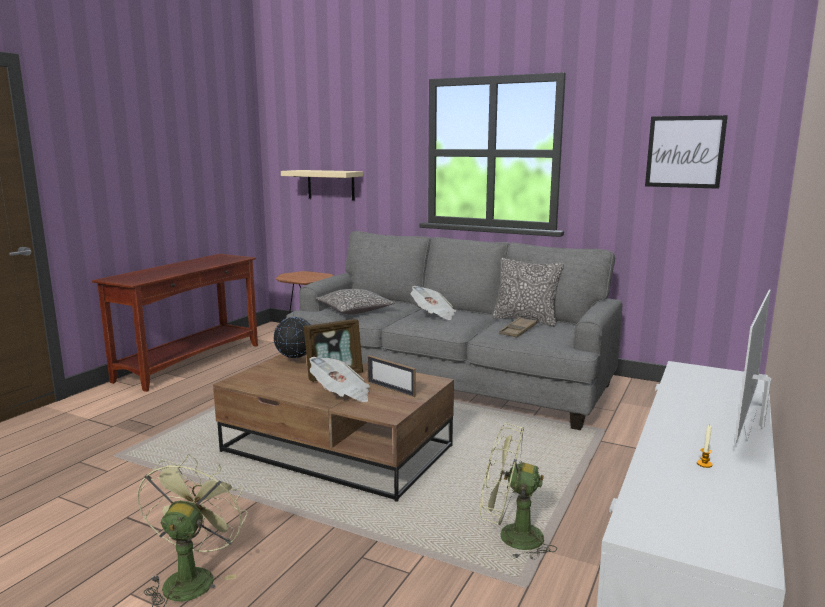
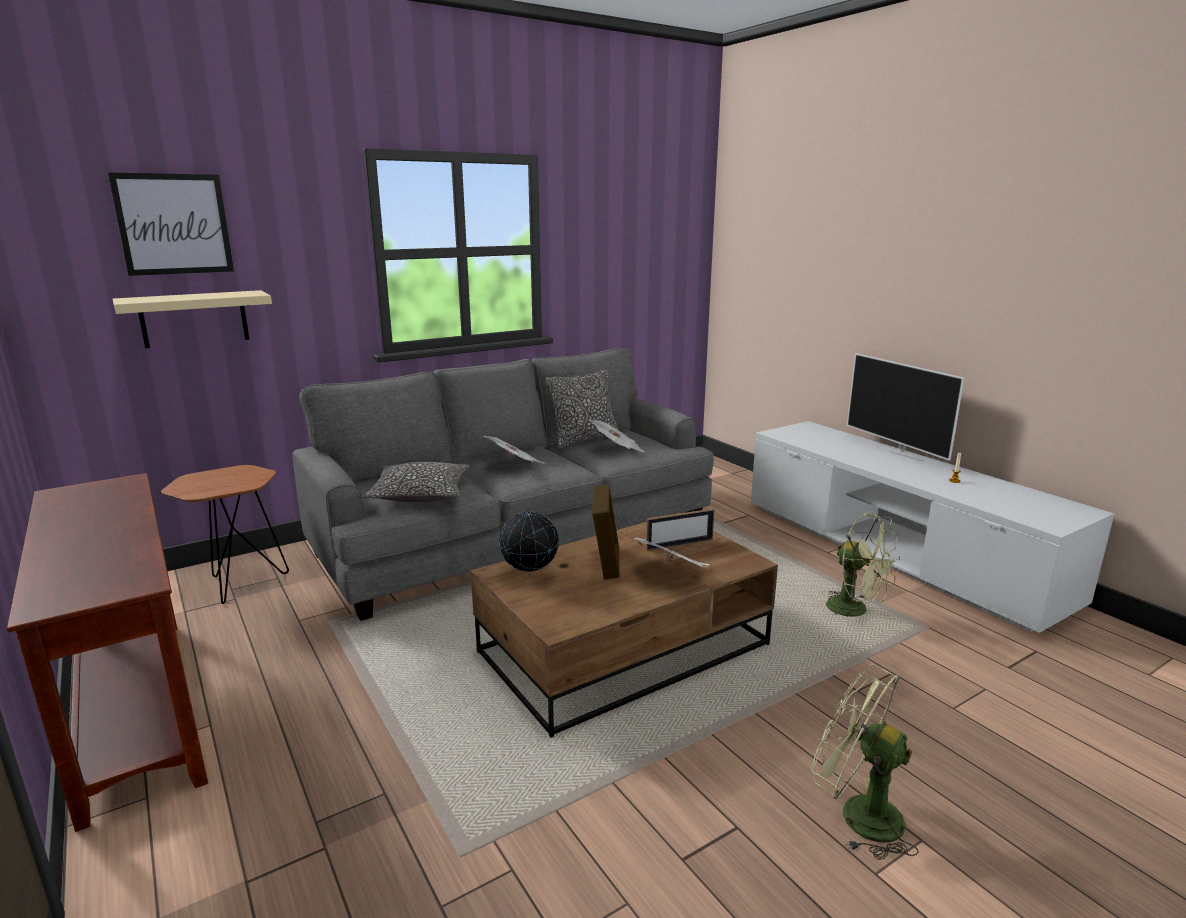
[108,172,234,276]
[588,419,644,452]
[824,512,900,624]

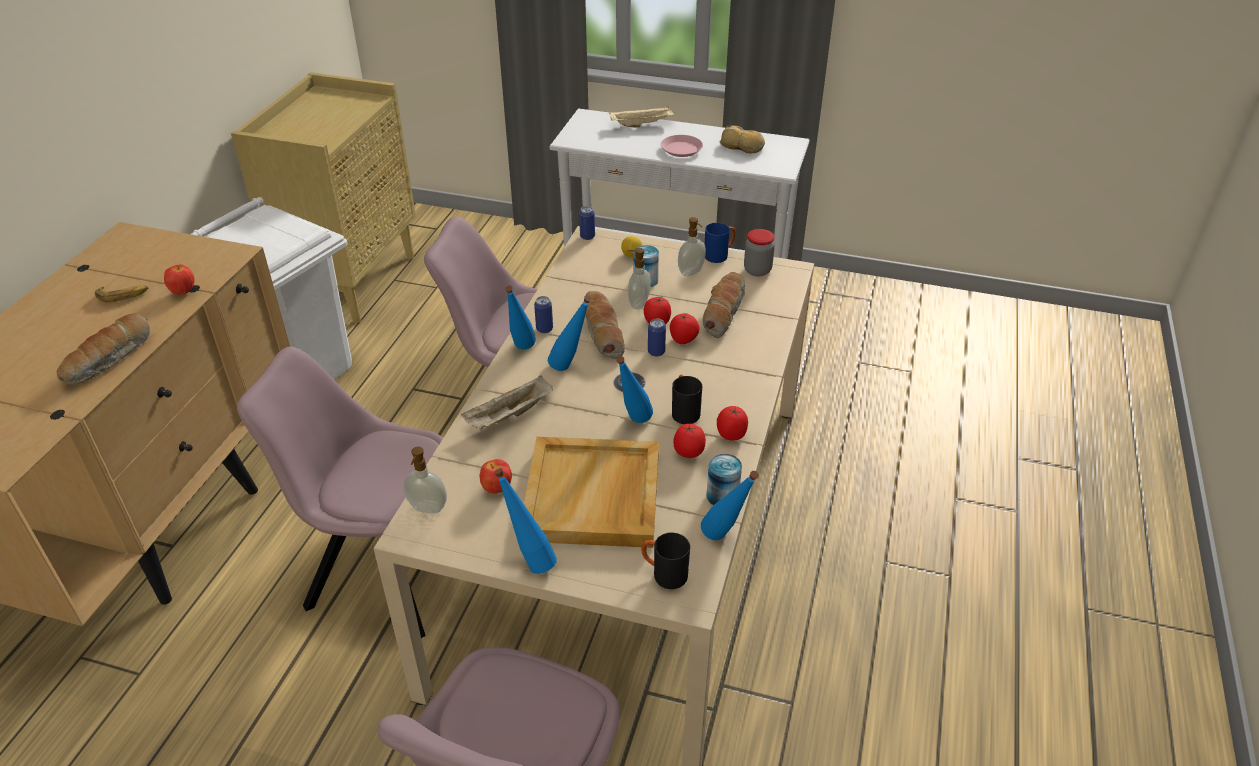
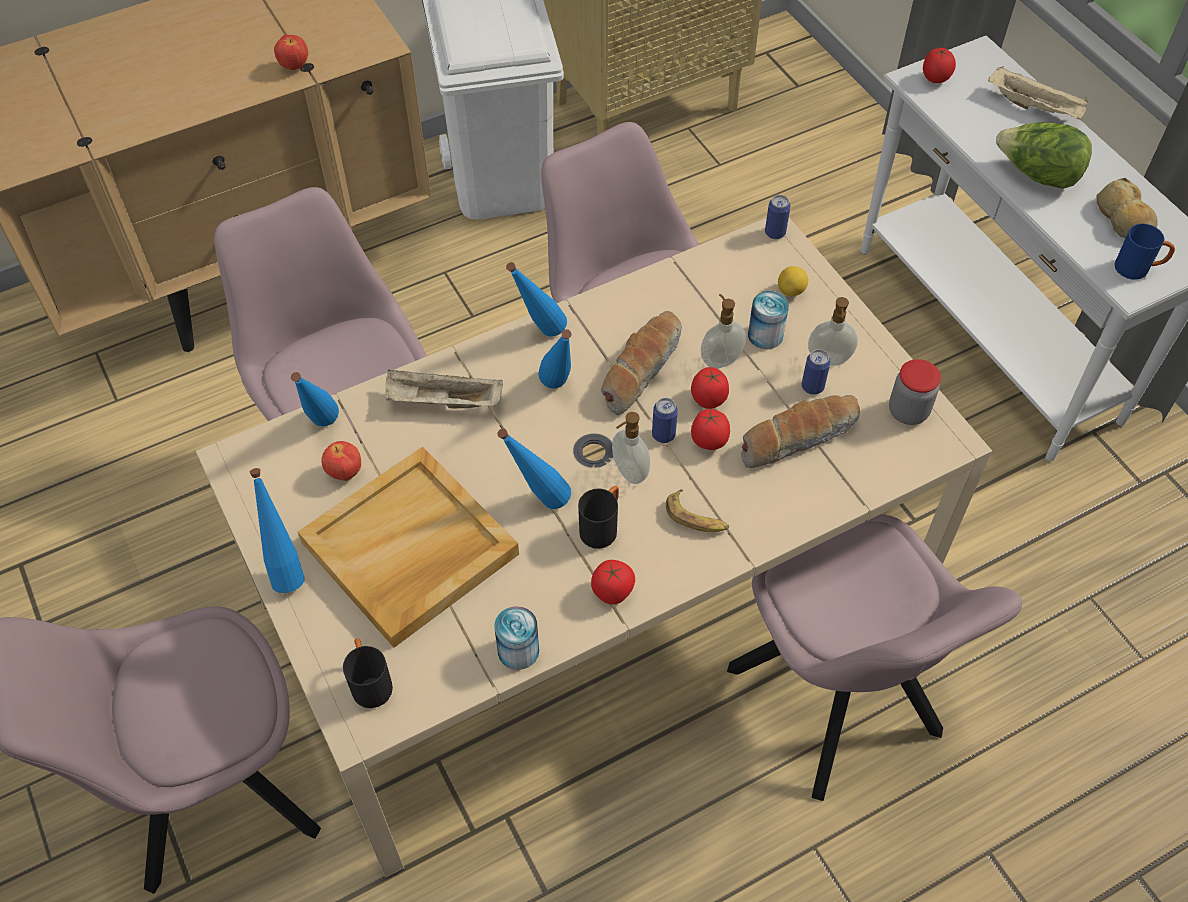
[291,372,339,426]
[612,412,650,484]
[666,489,729,532]
[727,515,1022,801]
[802,349,831,395]
[923,48,956,83]
[996,122,1092,189]
[1114,224,1175,280]
[57,313,150,385] (first image)

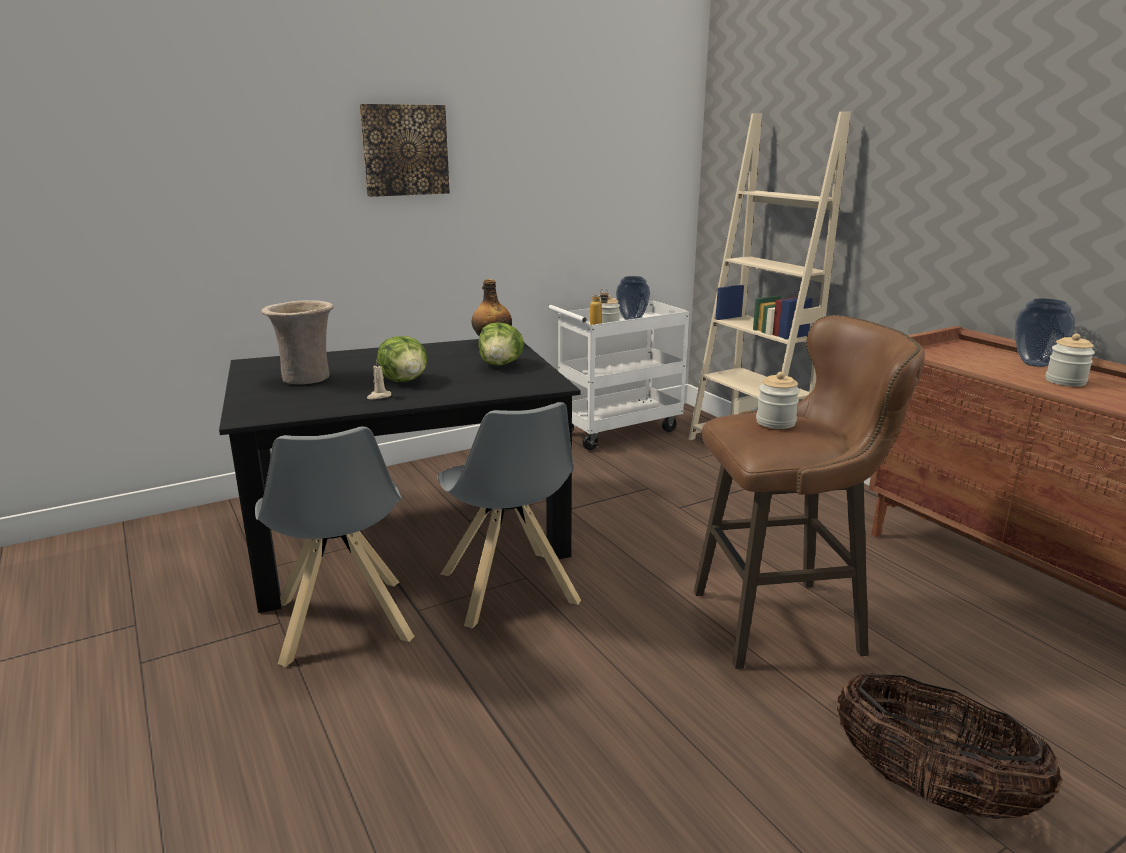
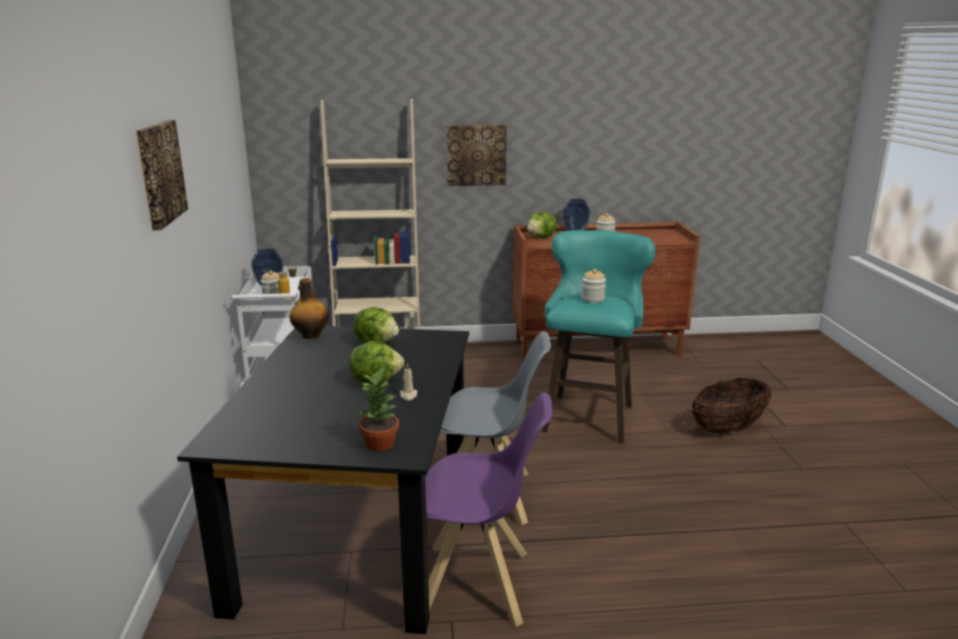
[359,367,399,451]
[425,392,553,627]
[447,125,507,186]
[527,212,557,238]
[542,230,656,444]
[261,300,334,384] (first image)

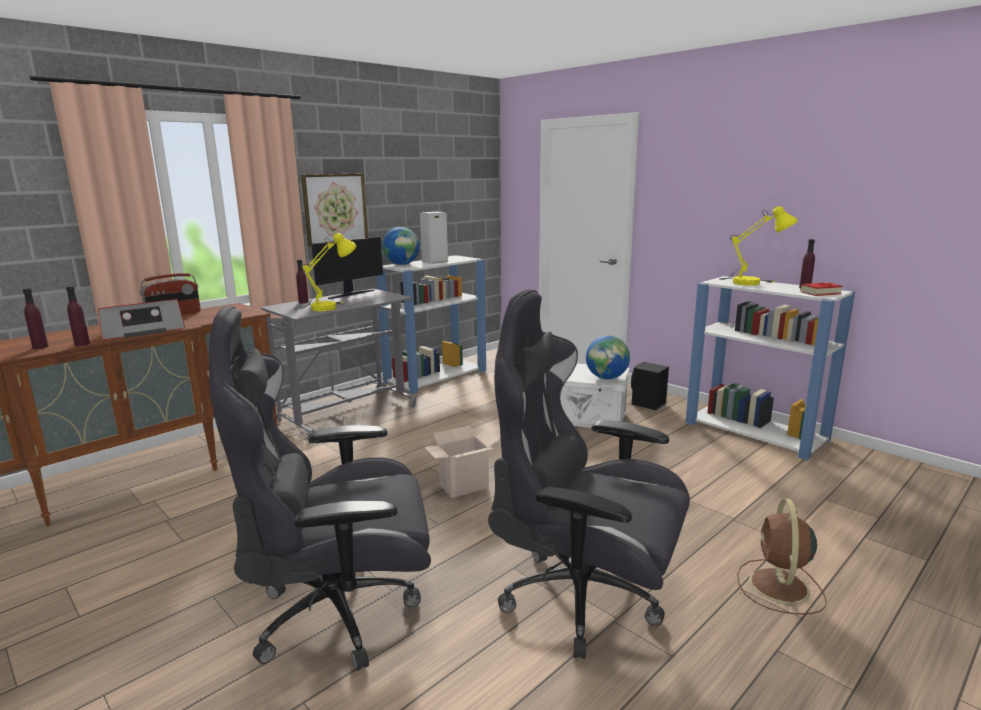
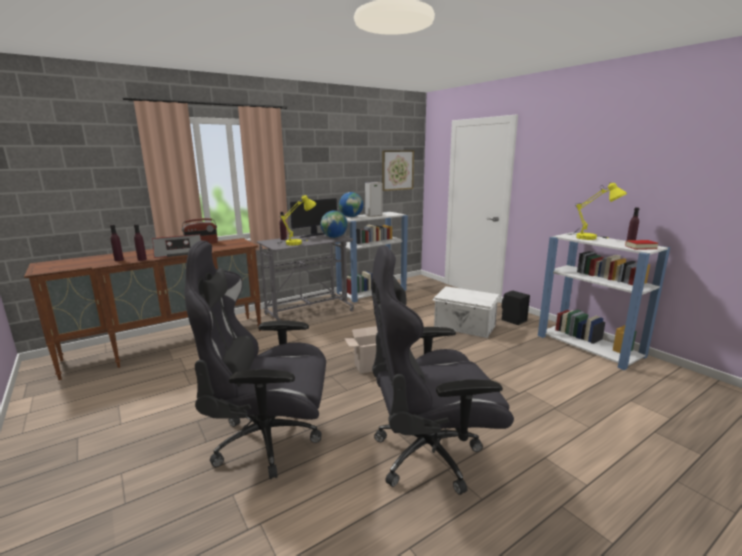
[320,210,348,238]
[371,245,514,495]
[382,150,414,191]
[737,498,827,615] (first image)

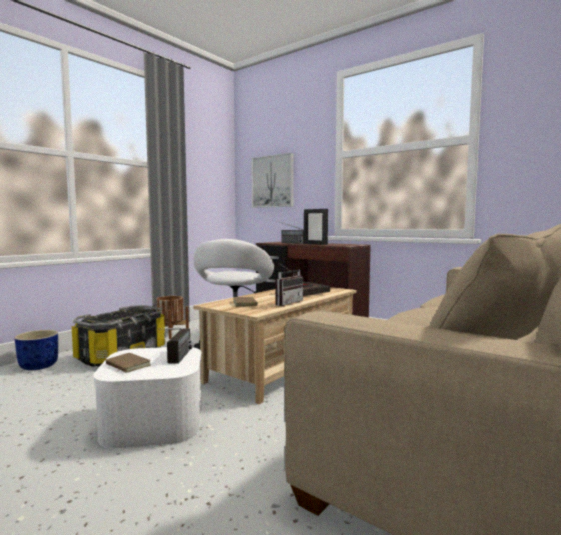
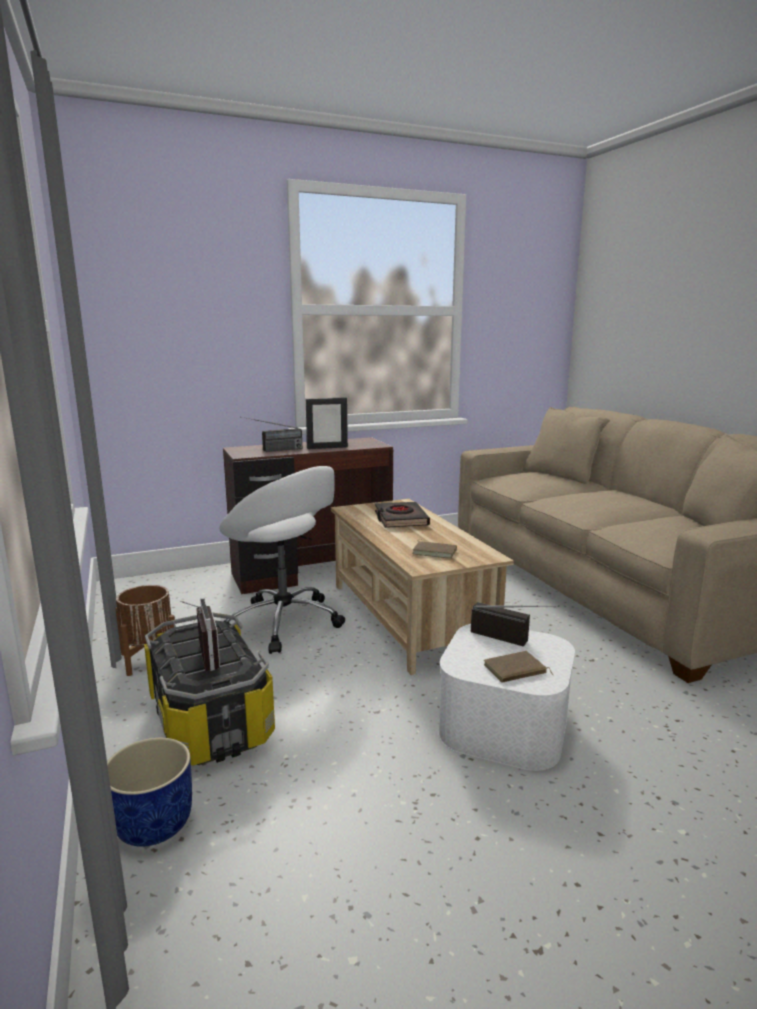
[180,598,220,671]
[251,153,294,208] (first image)

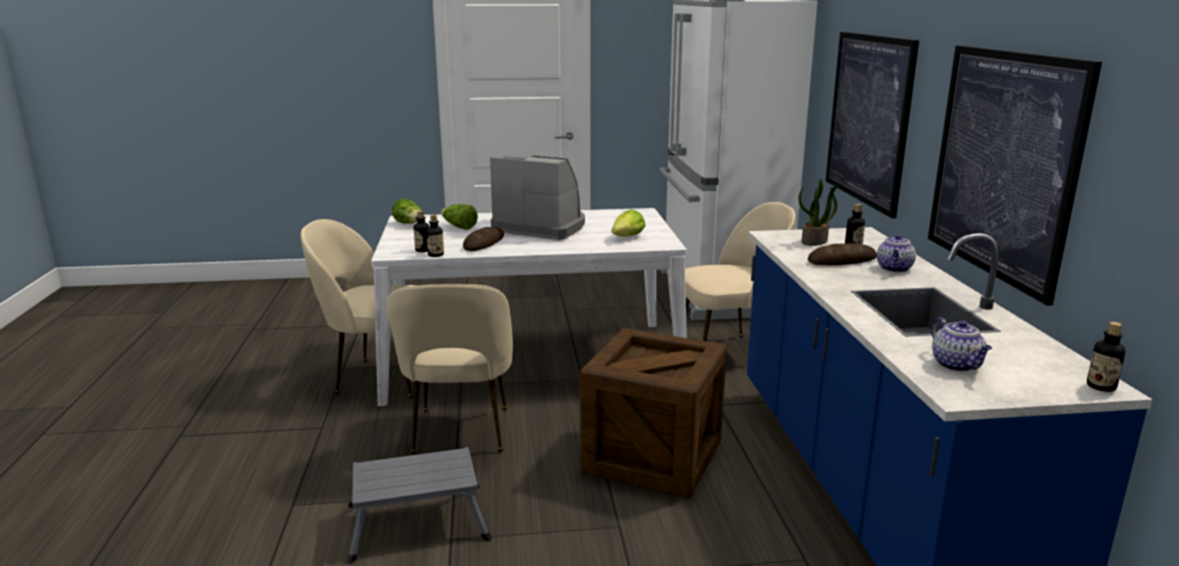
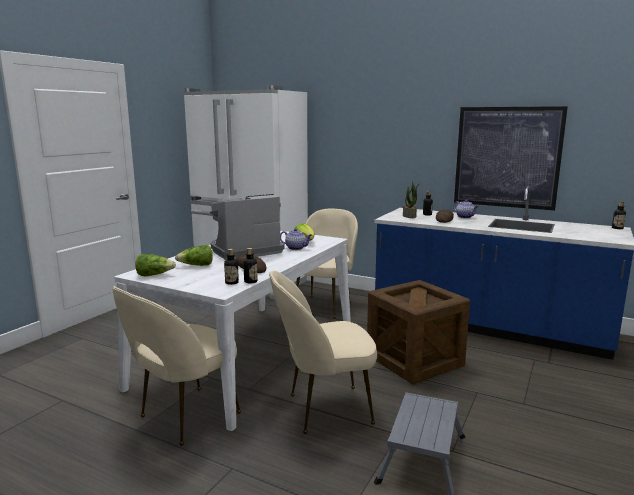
[269,271,377,434]
[280,228,312,250]
[826,32,919,218] (first image)

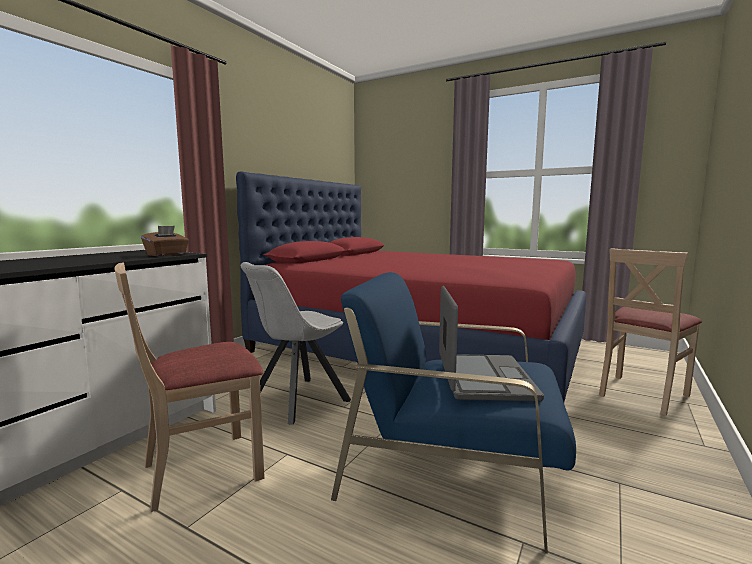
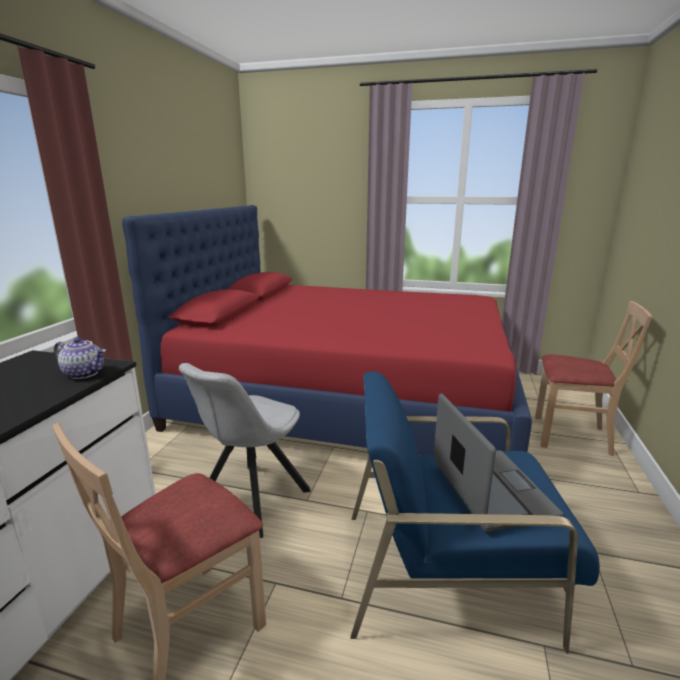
[54,337,106,379]
[535,301,652,456]

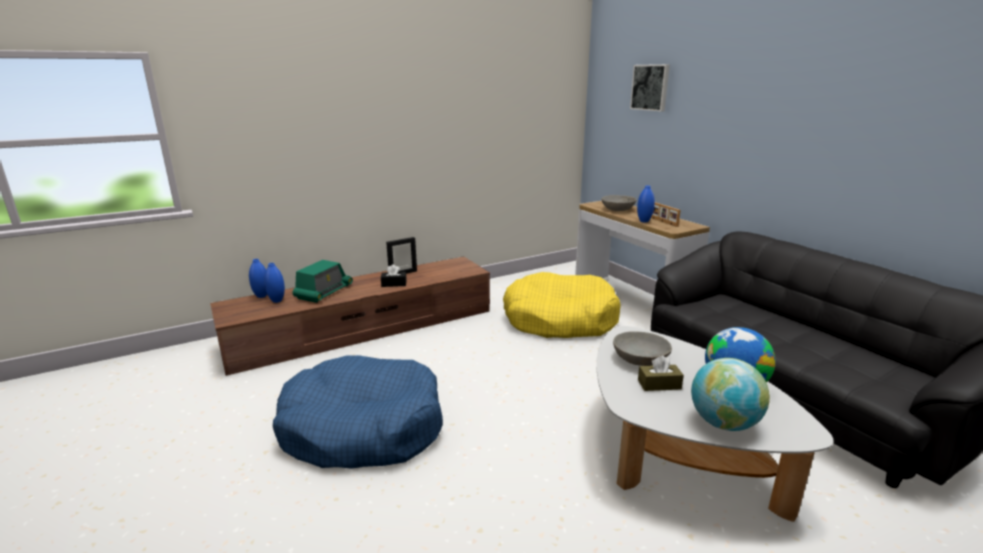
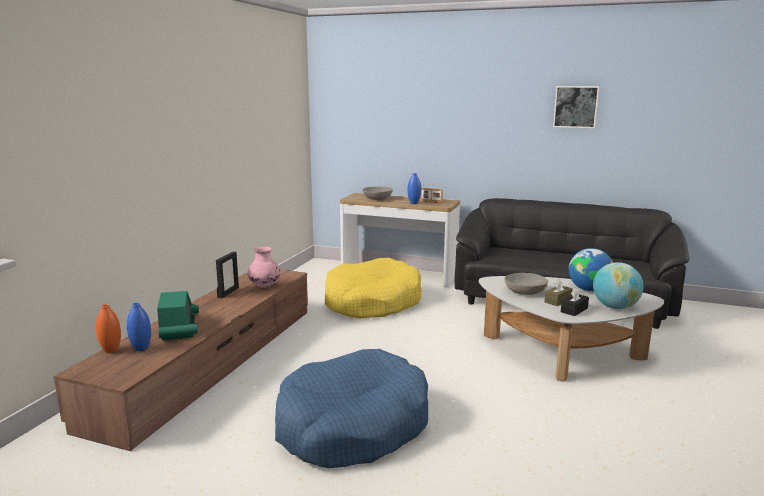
[96,304,121,353]
[247,247,281,288]
[553,86,599,128]
[561,287,589,316]

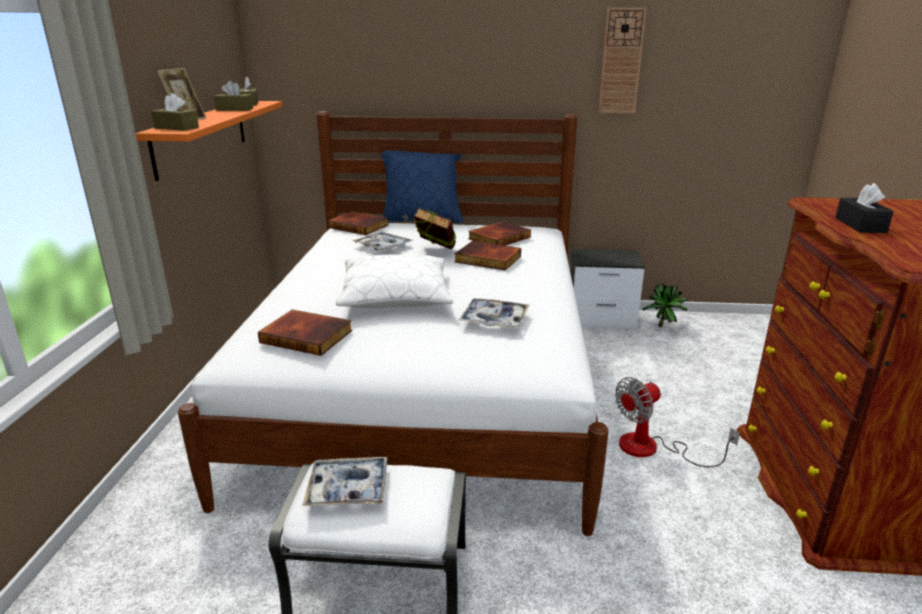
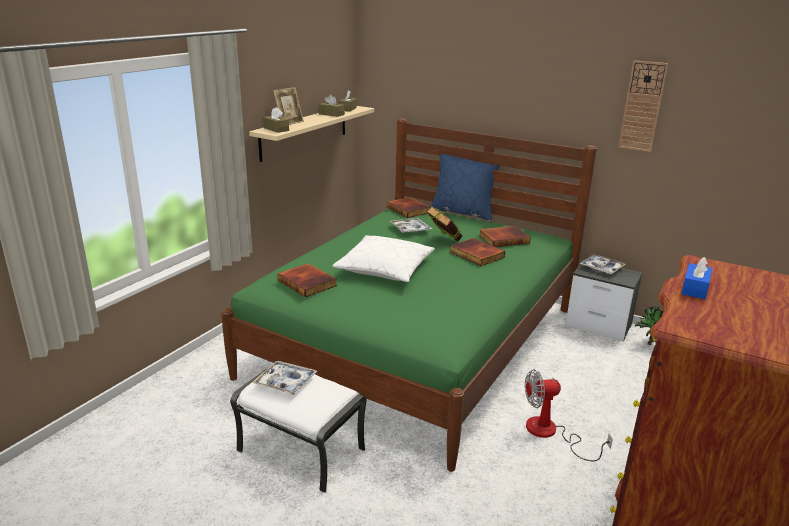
[221,118,597,472]
[249,106,374,162]
[579,254,626,274]
[681,257,712,299]

